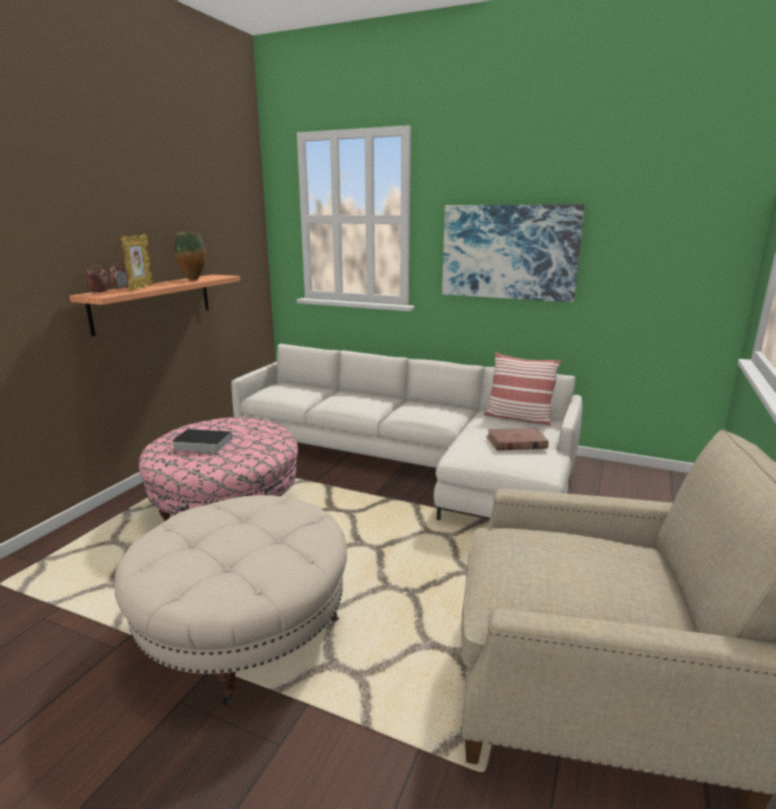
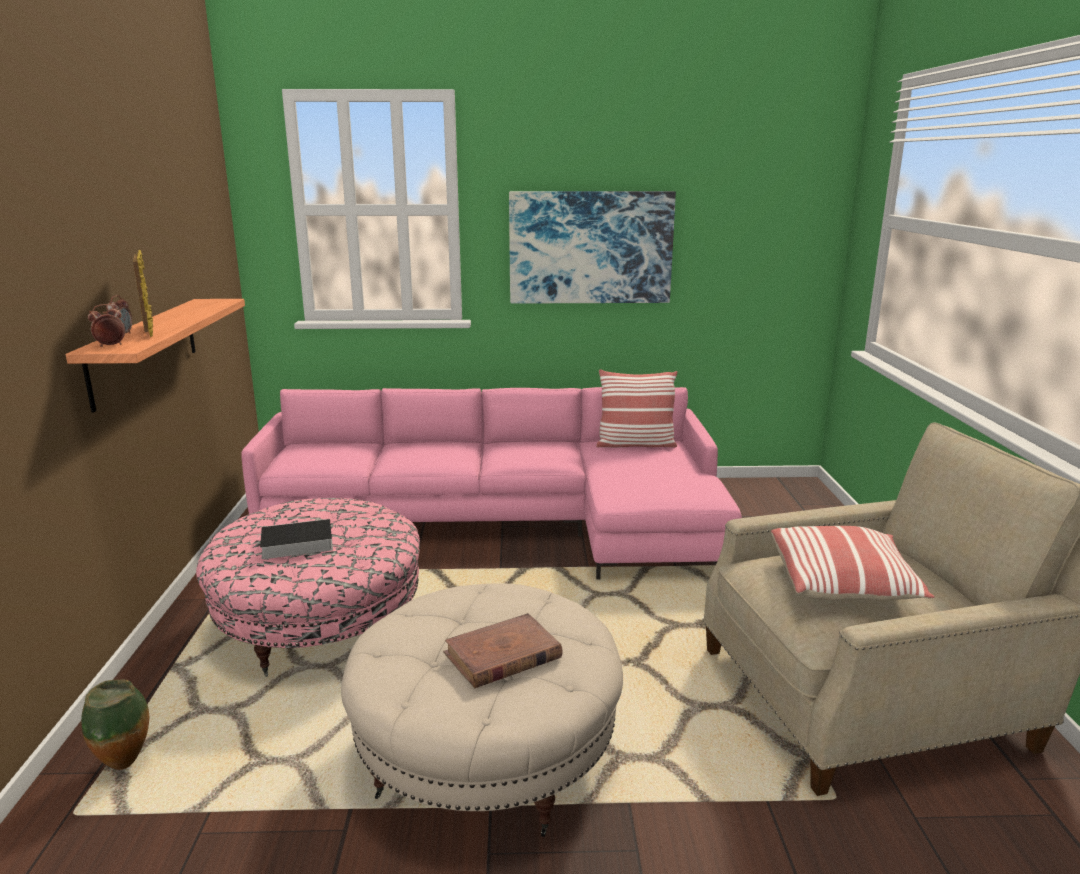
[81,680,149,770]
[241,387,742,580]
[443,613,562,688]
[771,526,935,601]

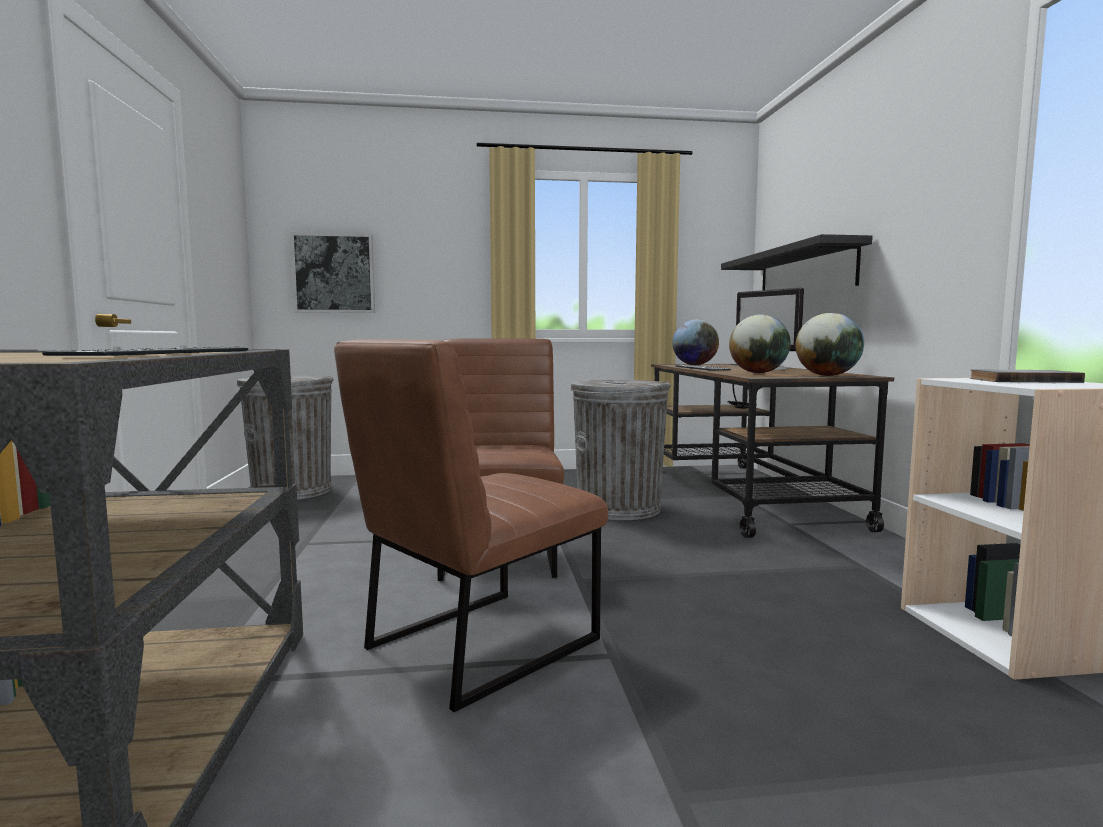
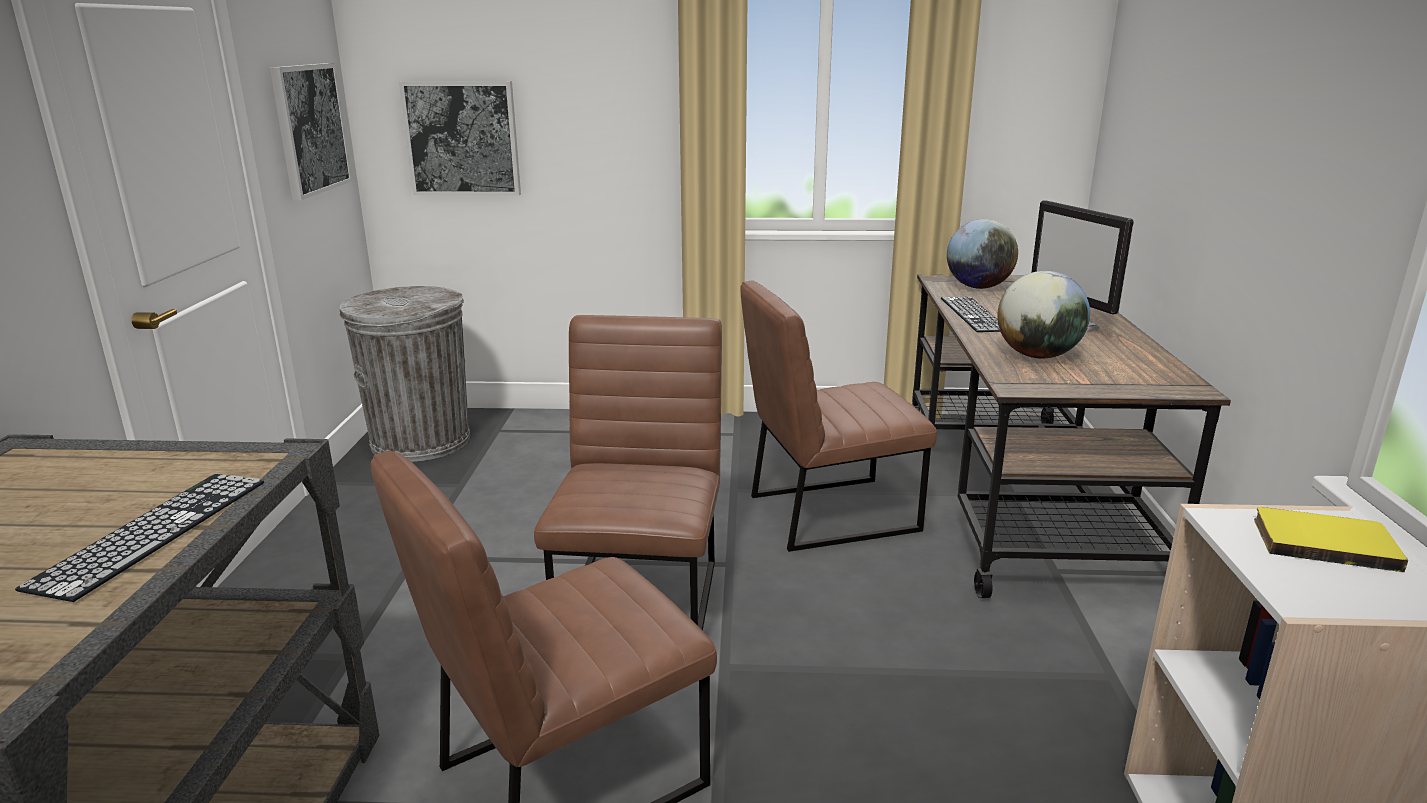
[270,63,352,200]
[740,281,937,552]
[1254,507,1408,572]
[721,234,872,290] (first image)
[795,313,864,376] (first image)

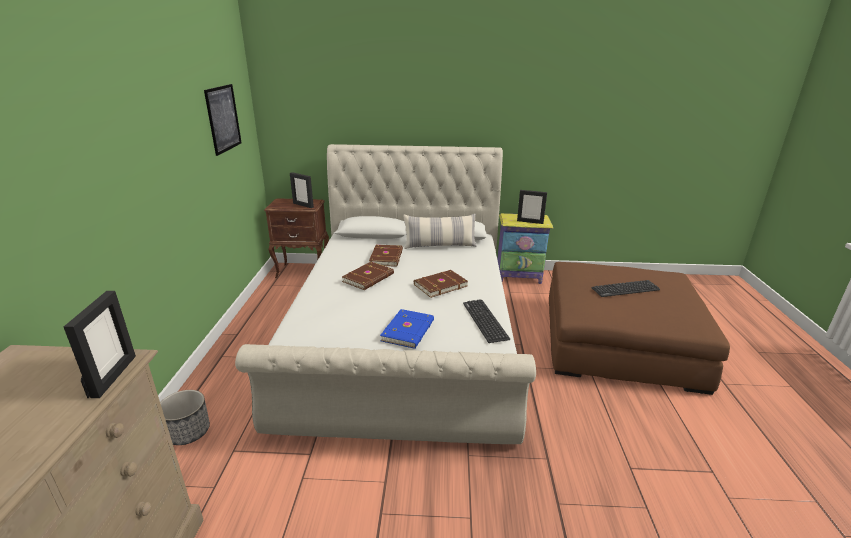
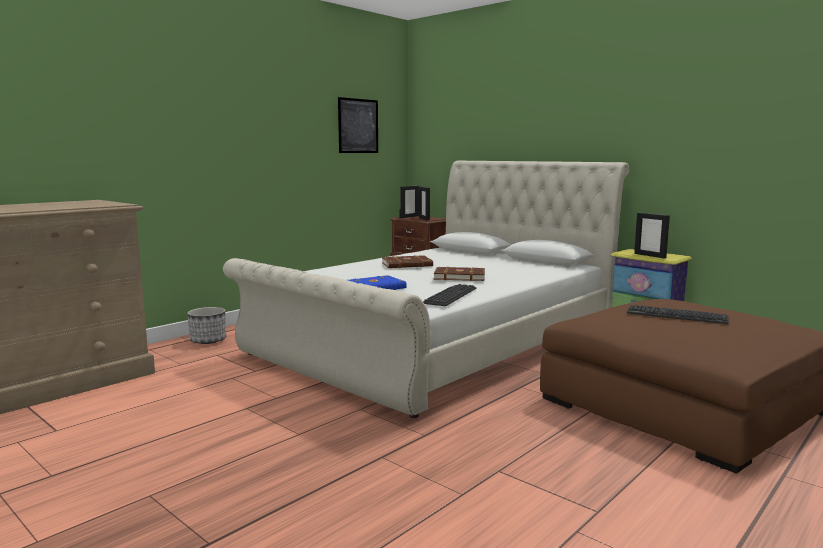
[400,186,419,218]
[369,245,403,267] (first image)
[403,214,477,249] (first image)

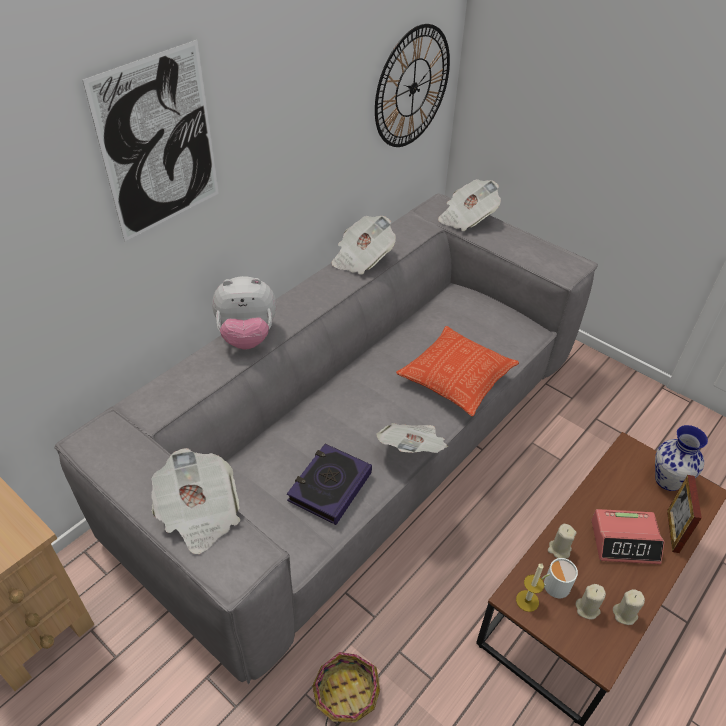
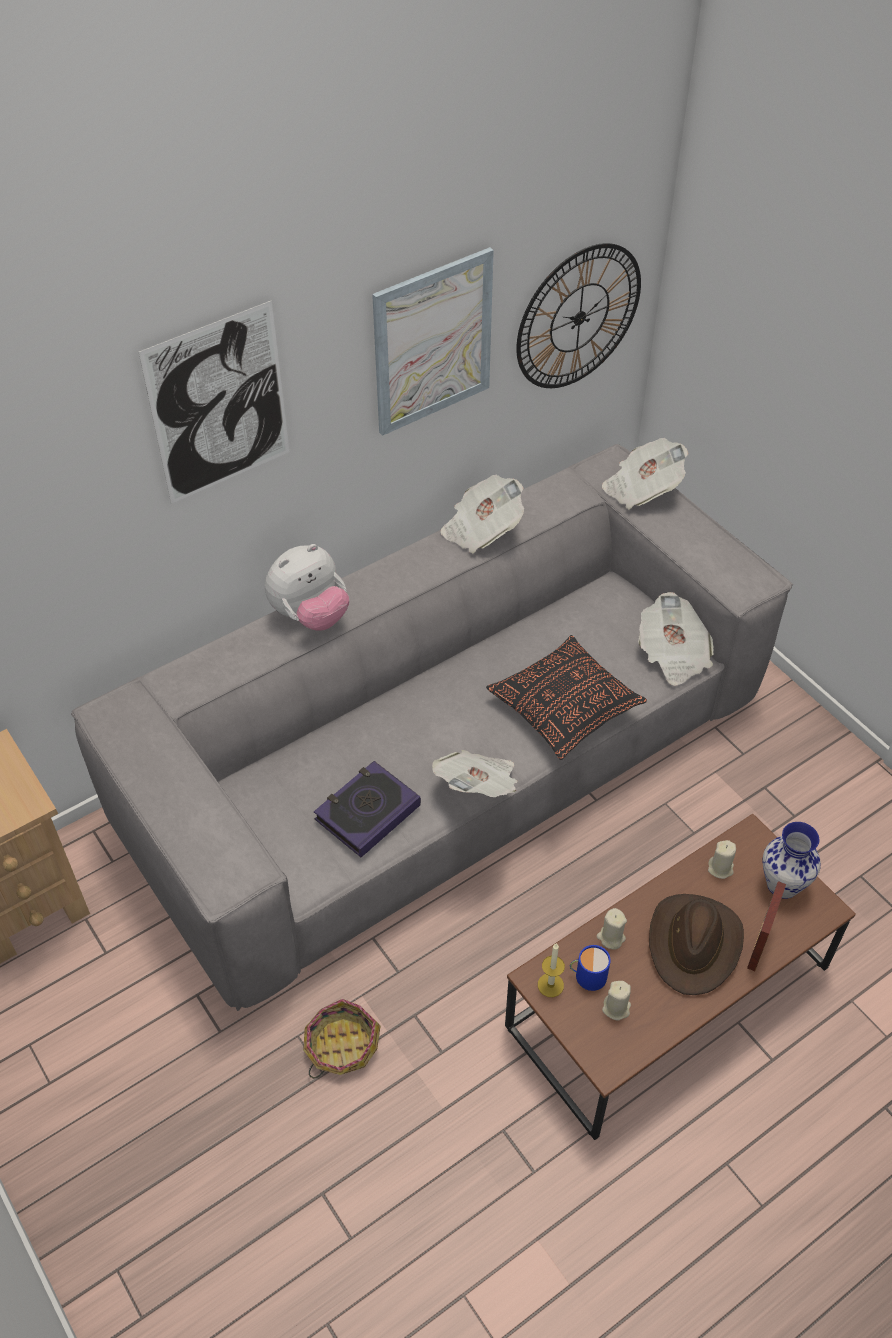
[265,544,349,631]
[372,247,494,436]
[486,635,647,760]
[570,945,611,991]
[638,592,714,686]
[649,894,744,995]
[708,840,736,879]

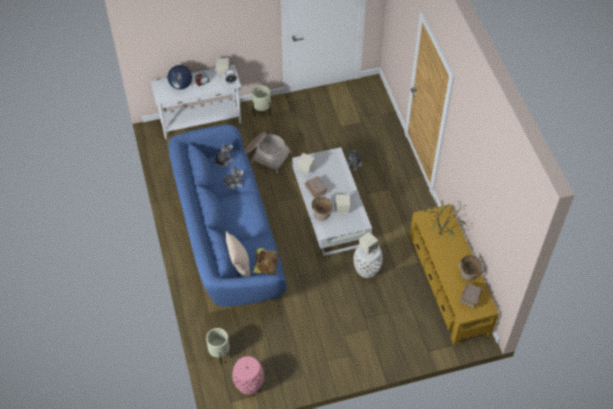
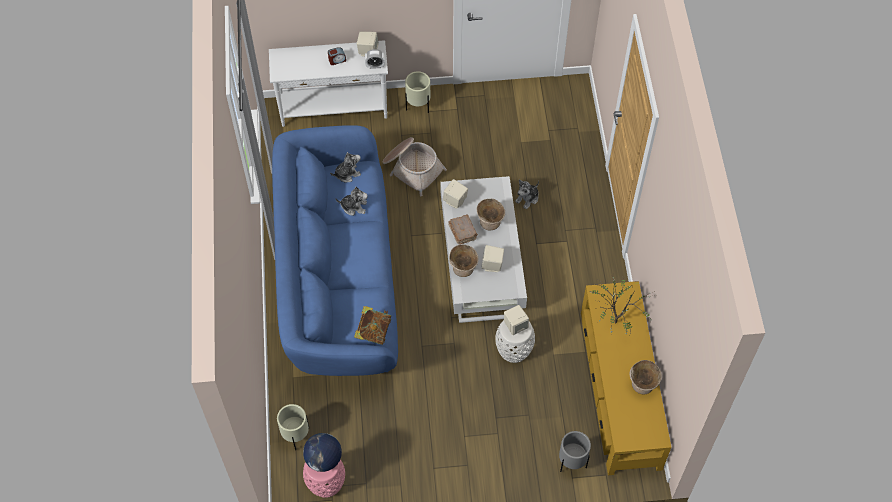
[303,433,342,472]
[477,199,505,230]
[559,431,591,472]
[226,231,250,277] (first image)
[460,283,483,308] (first image)

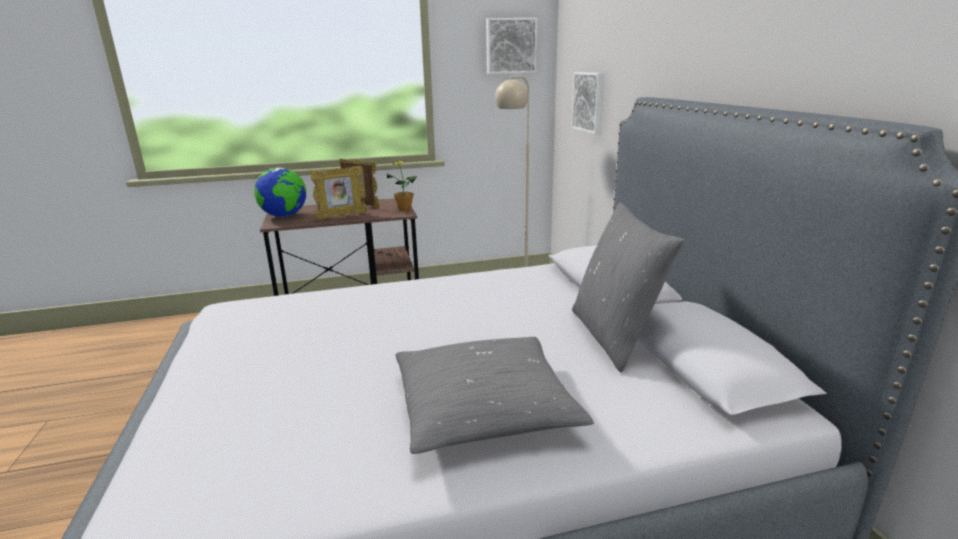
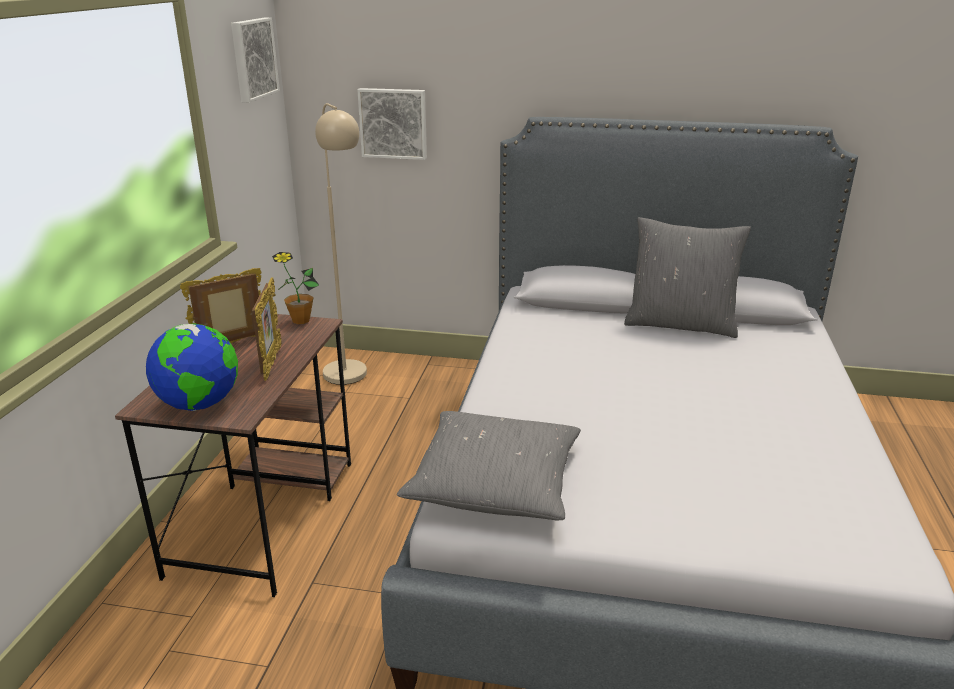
[397,411,581,520]

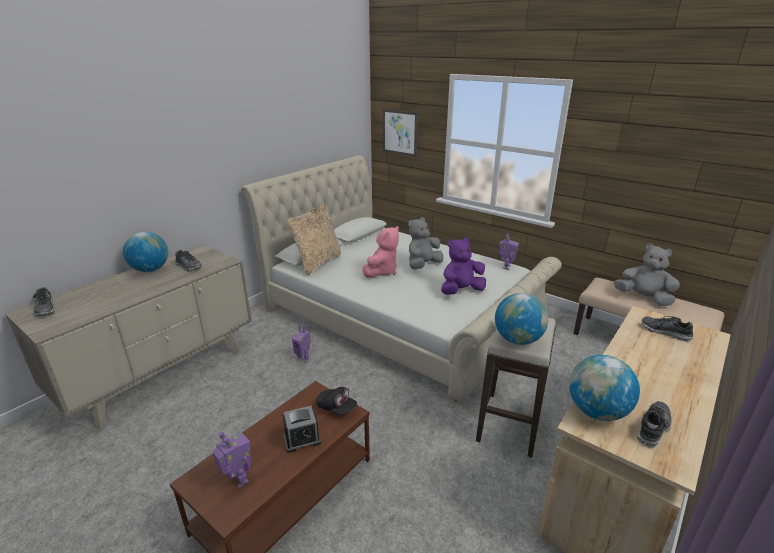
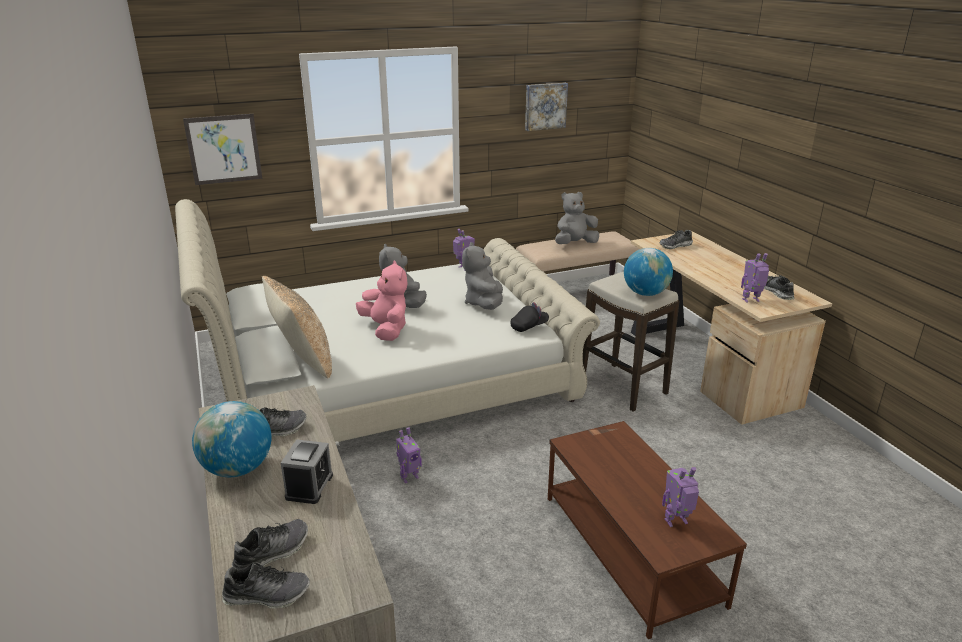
[232,519,308,570]
[281,439,333,504]
[462,242,503,310]
[510,302,549,332]
[525,83,568,131]
[741,253,769,303]

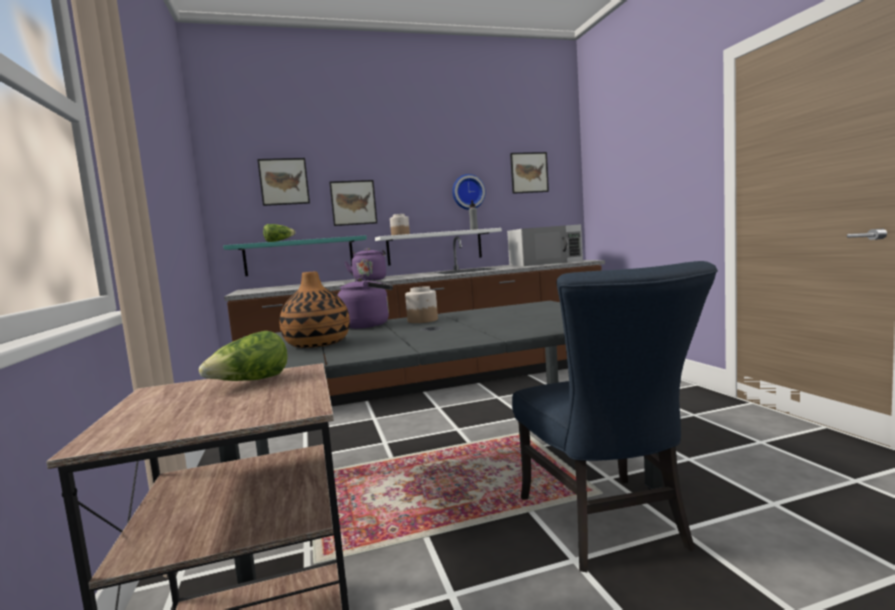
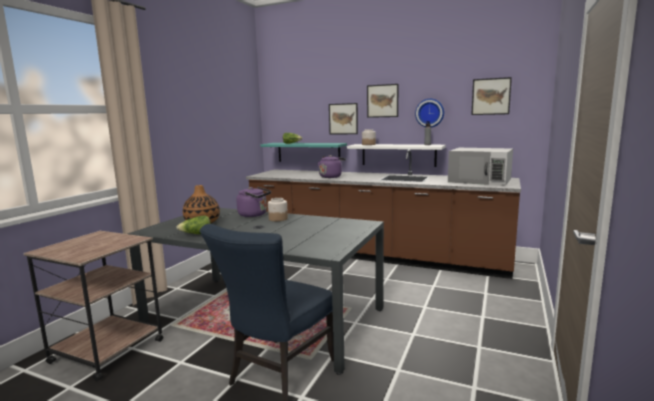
[176,216,211,234]
[367,84,399,118]

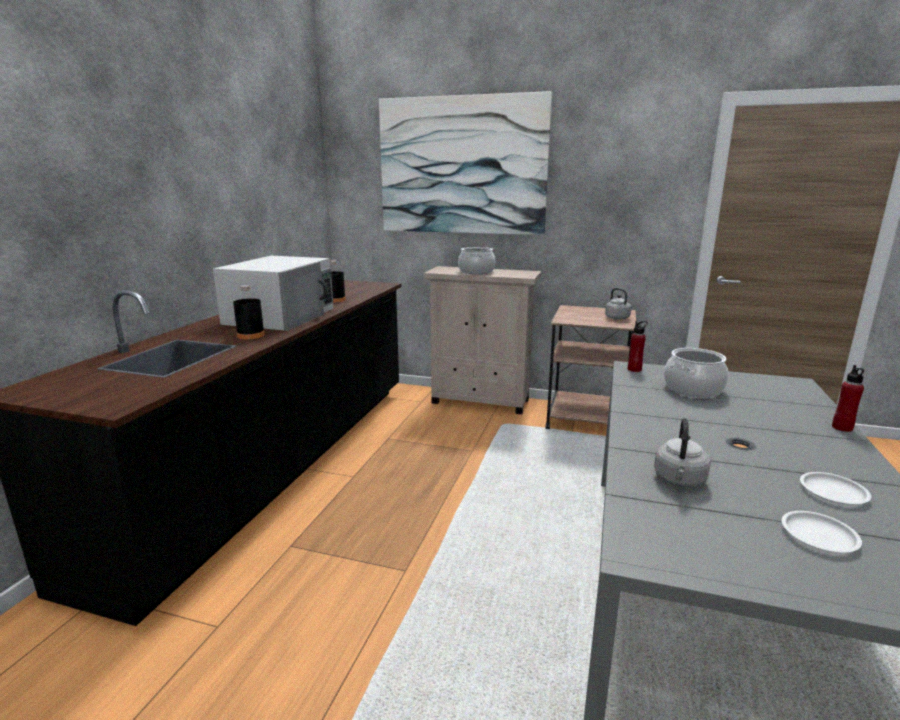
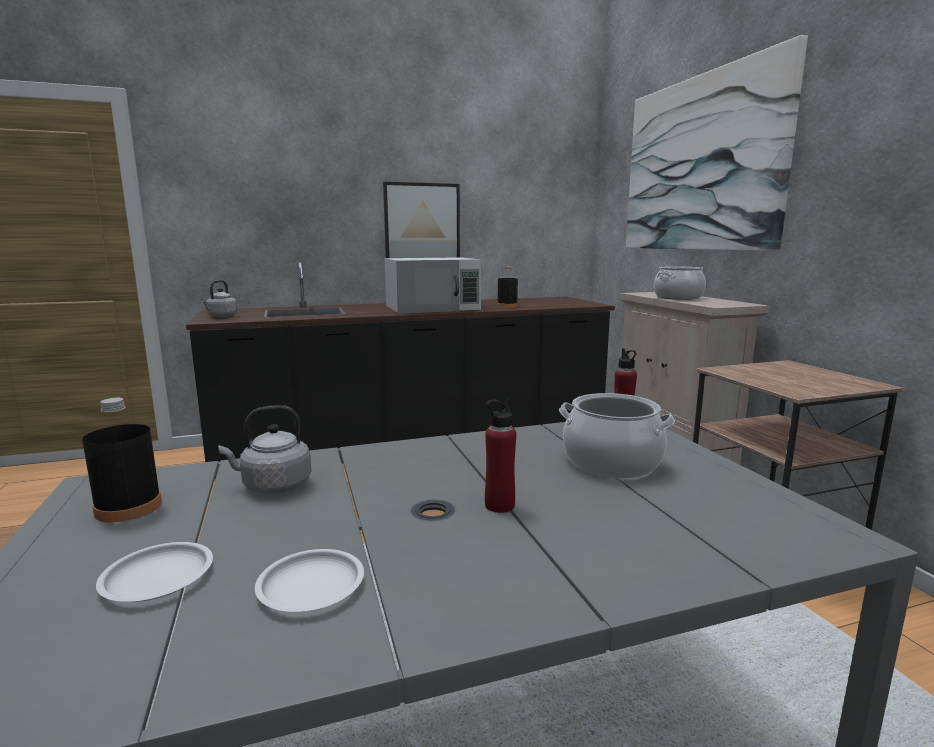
[82,398,162,522]
[201,280,238,317]
[383,182,460,258]
[485,398,516,513]

